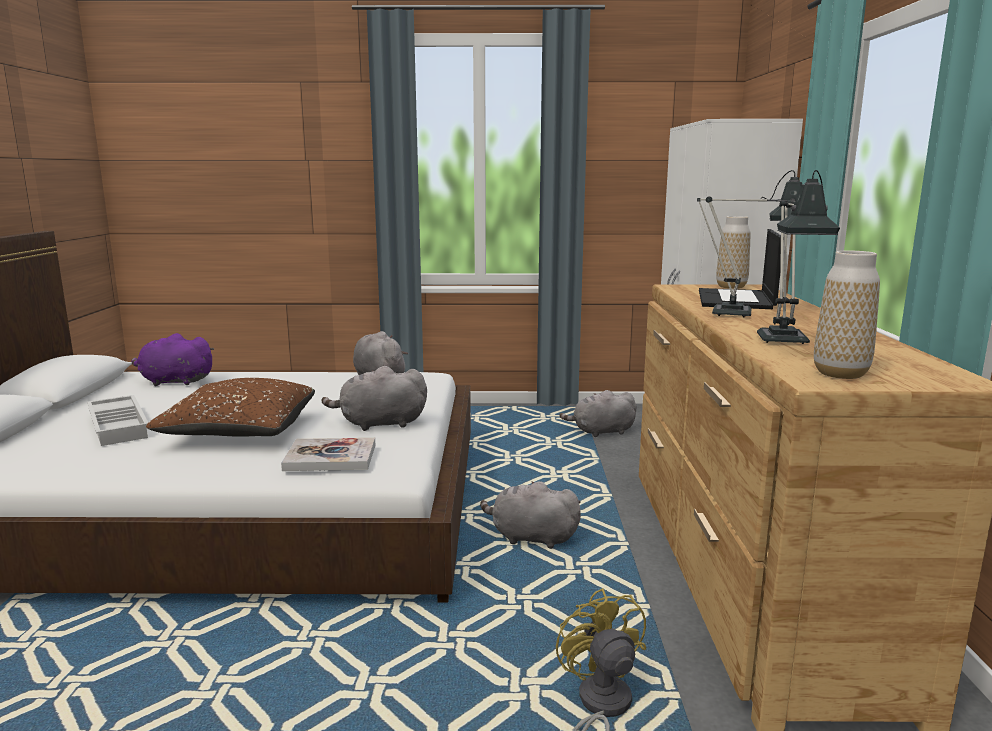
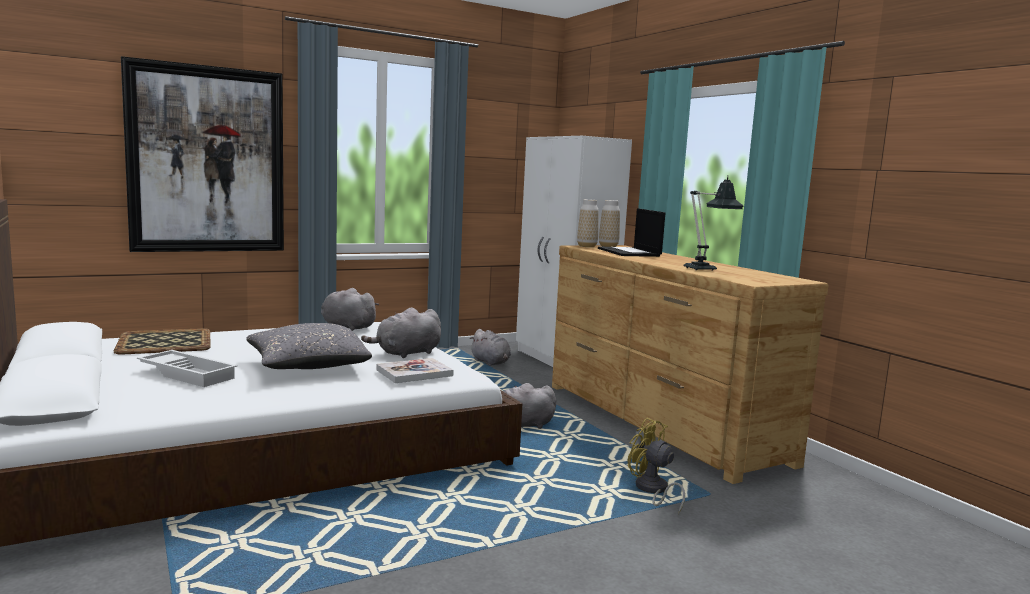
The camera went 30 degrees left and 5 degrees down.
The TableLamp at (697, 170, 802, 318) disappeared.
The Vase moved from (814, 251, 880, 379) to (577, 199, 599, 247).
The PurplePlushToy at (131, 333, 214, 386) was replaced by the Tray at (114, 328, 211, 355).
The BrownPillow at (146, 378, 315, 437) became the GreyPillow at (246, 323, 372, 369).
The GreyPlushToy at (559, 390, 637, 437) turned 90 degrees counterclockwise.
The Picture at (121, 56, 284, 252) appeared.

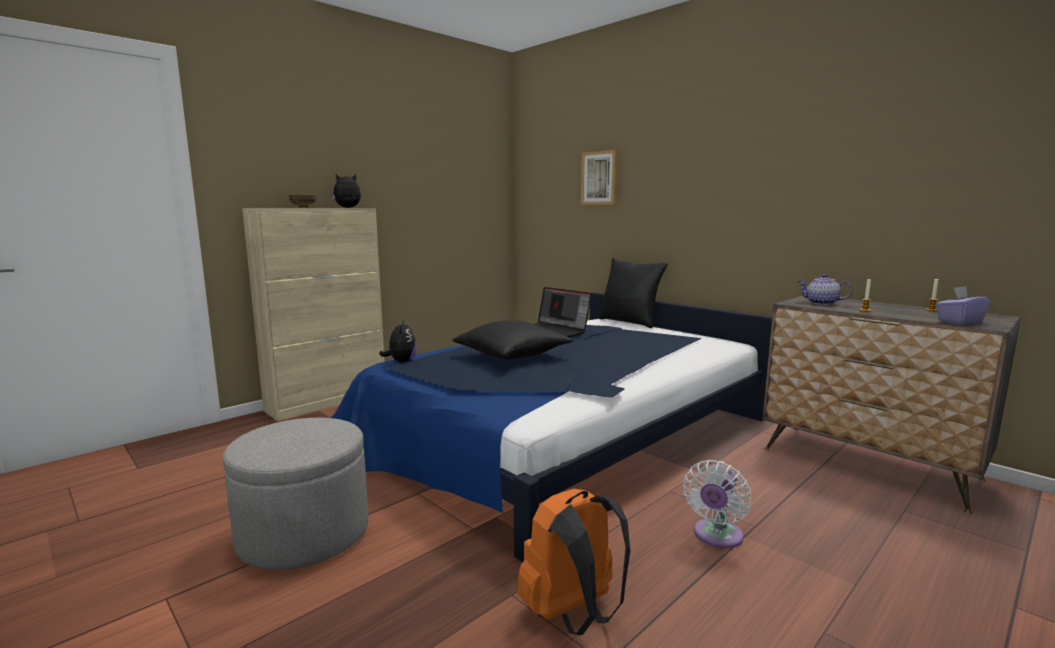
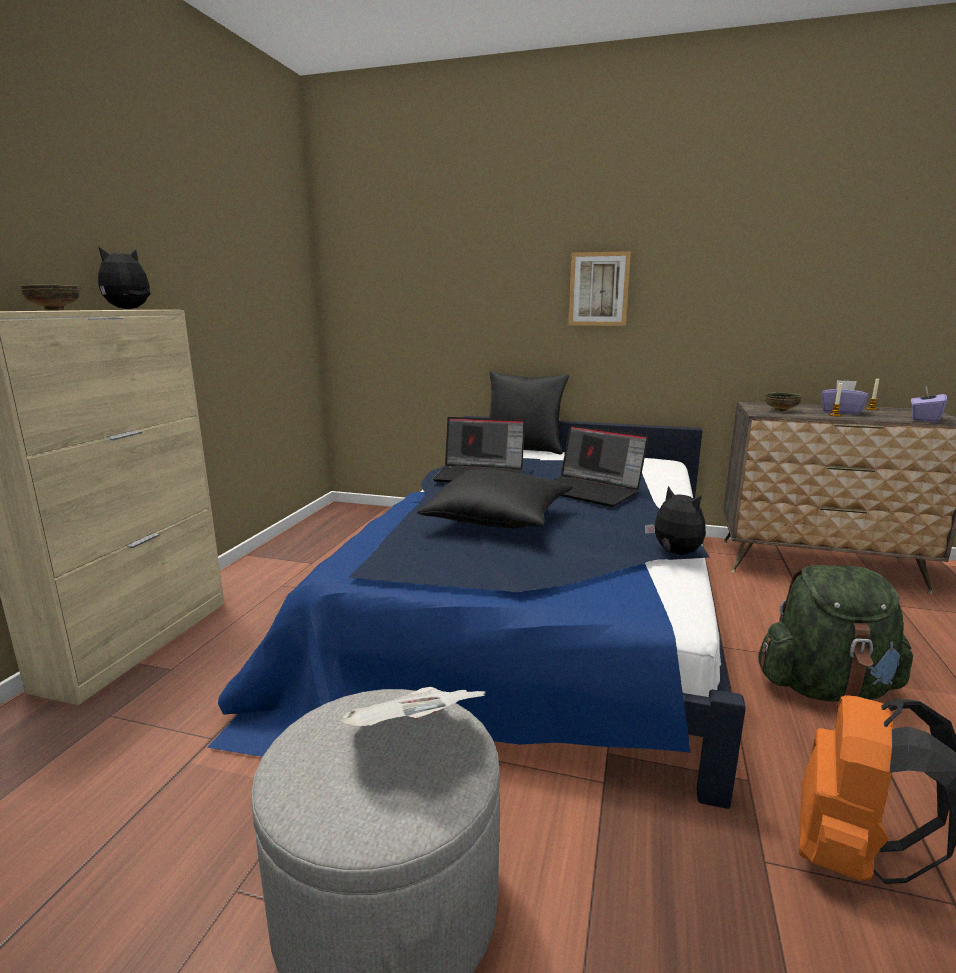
The camera went 30 degrees left and 5 degrees up.
The Picture moved from (581, 150, 618, 205) to (568, 251, 631, 326).
The Teapot at (797, 274, 853, 305) was replaced by the Bowl at (765, 392, 801, 412).
The PlushToy moved from (379, 320, 417, 363) to (645, 486, 706, 555).
The WhiteFan at (683, 460, 752, 548) was replaced by the GreenBackpack at (758, 565, 913, 702).
The PurpleTissueBox at (821, 380, 869, 414) appeared.
The Laptop at (553, 425, 648, 507) appeared.
The Newspaper at (341, 687, 485, 726) appeared.

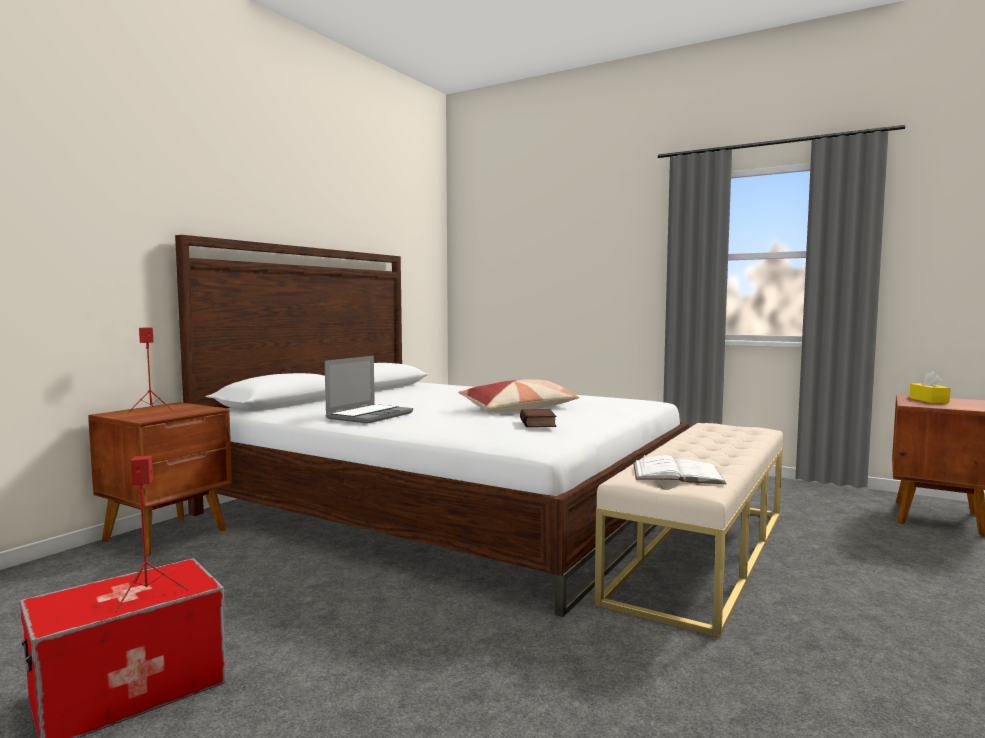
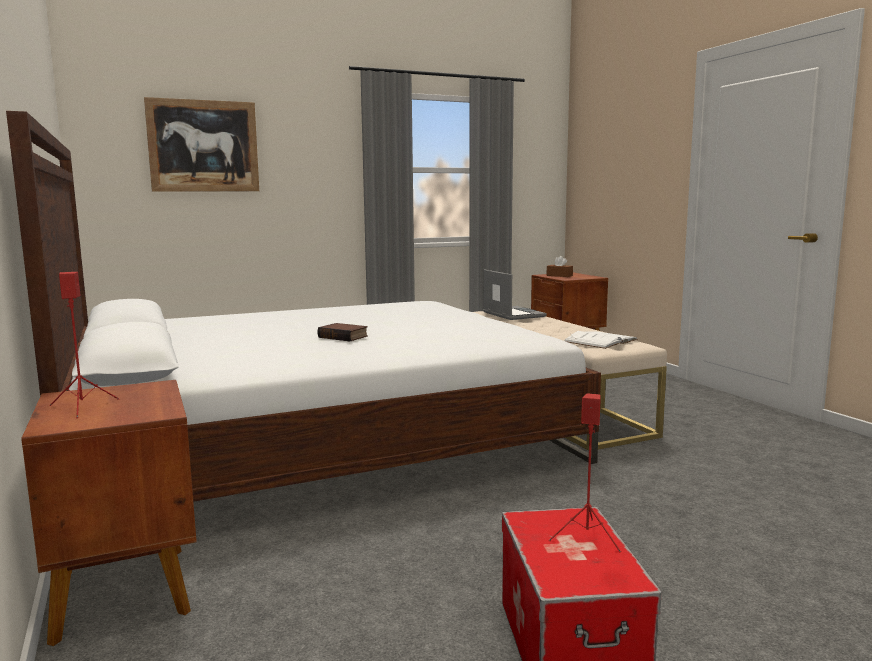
The camera went 55 degrees left and 5 degrees up.
The Laptop moved from (325, 356, 413, 424) to (483, 269, 547, 320).
The YellowTissueBox at (909, 371, 951, 403) became the BrownTissueBox at (547, 256, 573, 277).
The Pillow at (458, 379, 579, 412) disappeared.
The Book moved from (520, 409, 556, 427) to (318, 323, 368, 341).
The Picture at (144, 97, 259, 192) appeared.

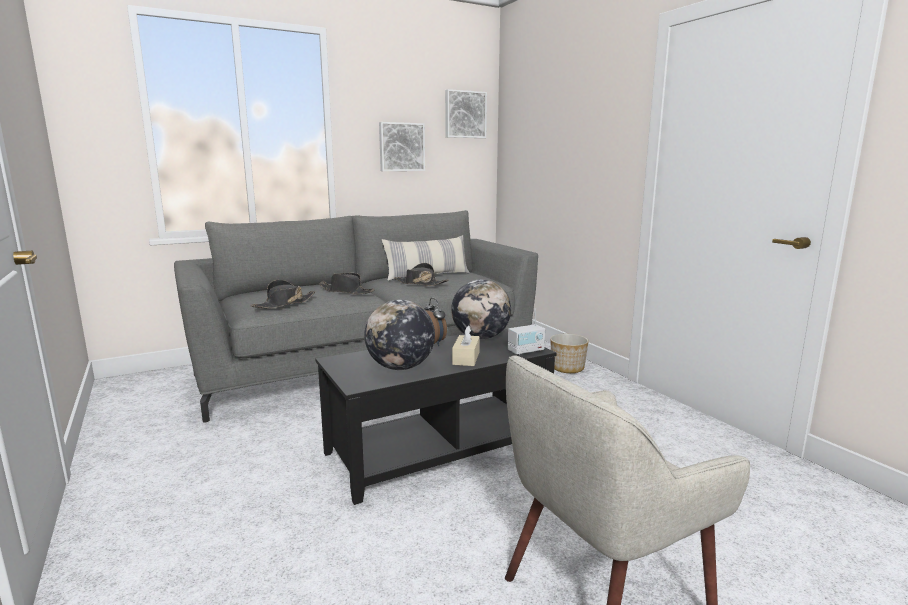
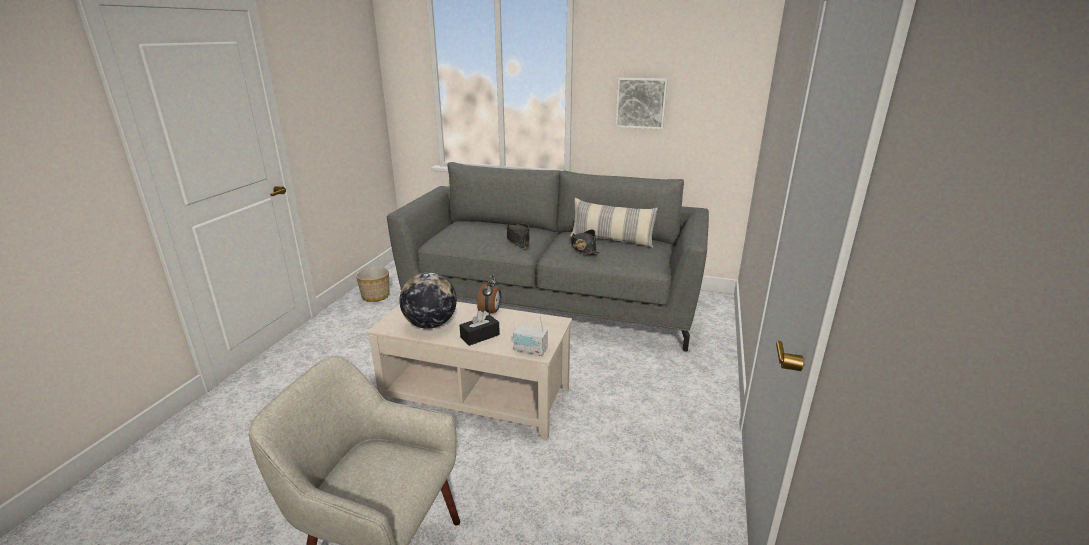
The camera went 45 degrees right and 10 degrees up.
The Picture at (445, 89, 487, 138) disappeared.
The Globe at (451, 279, 511, 339) disappeared.
The BlackHat at (251, 280, 316, 309) disappeared.
The BeigeTissueBox at (452, 325, 480, 366) became the BlackTissueBox at (459, 311, 500, 346).
The BlackCoffeeTable at (316, 328, 556, 505) became the BeigeCoffeeTable at (367, 302, 572, 440).
The Planter moved from (550, 334, 589, 373) to (356, 267, 390, 302).

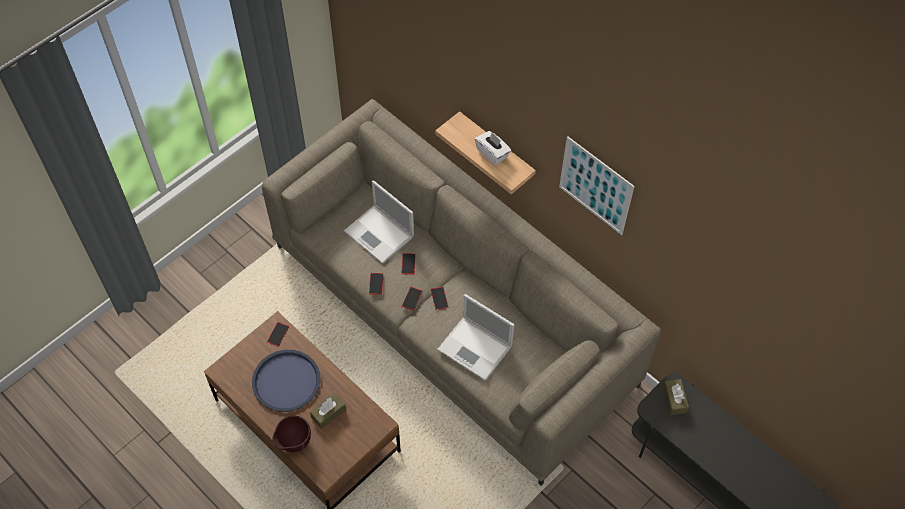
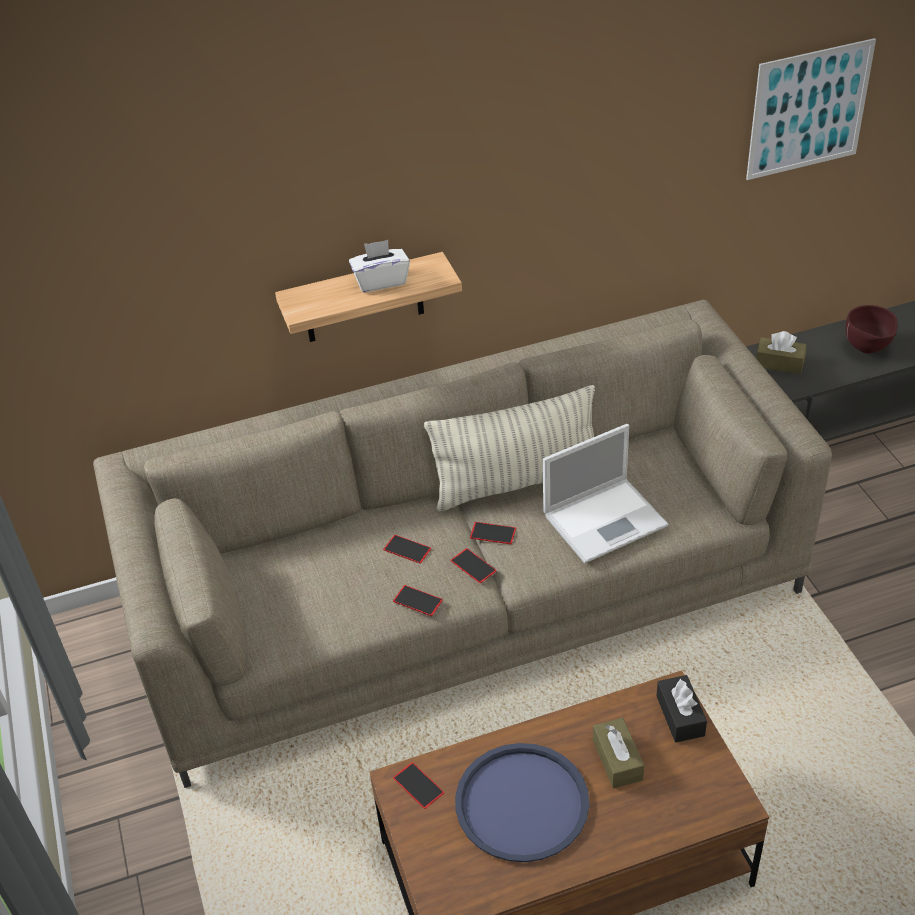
The camera went 60 degrees left and 15 degrees down.
The Picture moved from (559, 136, 634, 235) to (746, 38, 876, 180).
The Laptop at (344, 180, 414, 264) disappeared.
The BrownBowl moved from (272, 416, 311, 452) to (846, 305, 898, 354).
The Pillow at (424, 385, 595, 511) appeared.
The BlackTissueBox at (657, 675, 707, 742) appeared.

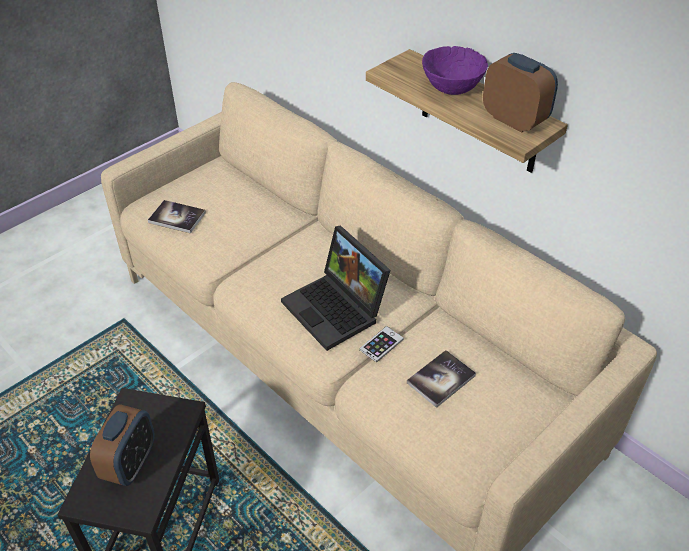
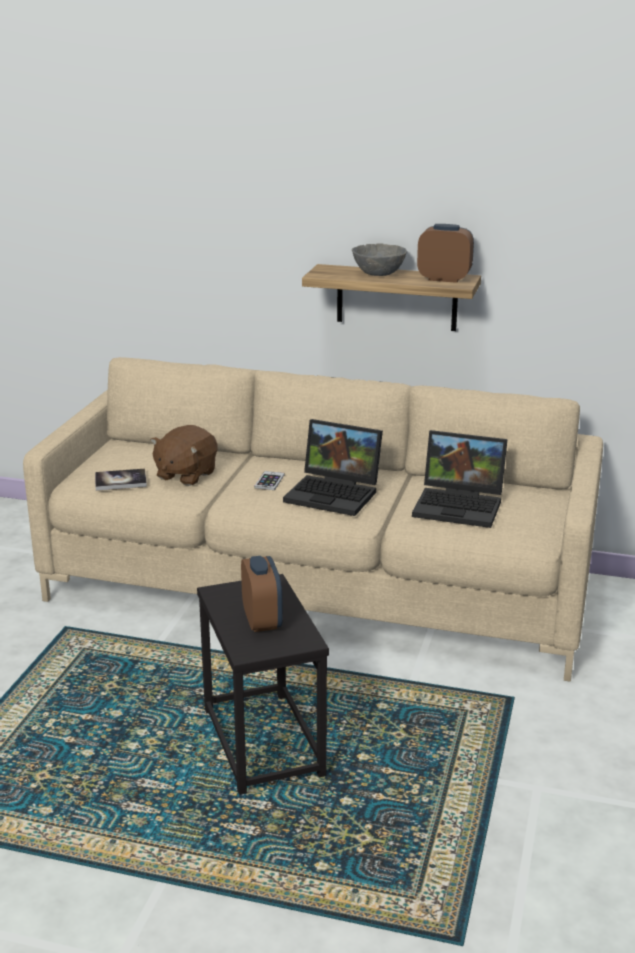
The camera went 30 degrees left and 20 degrees down.
The PurpleBowl at (422, 46, 488, 95) became the GreyBowl at (352, 243, 407, 276).
The Phone moved from (359, 326, 404, 363) to (254, 471, 285, 490).
The Book at (407, 350, 476, 408) was replaced by the Laptop at (412, 430, 508, 528).
The BrownPlushToy at (150, 425, 217, 486) appeared.

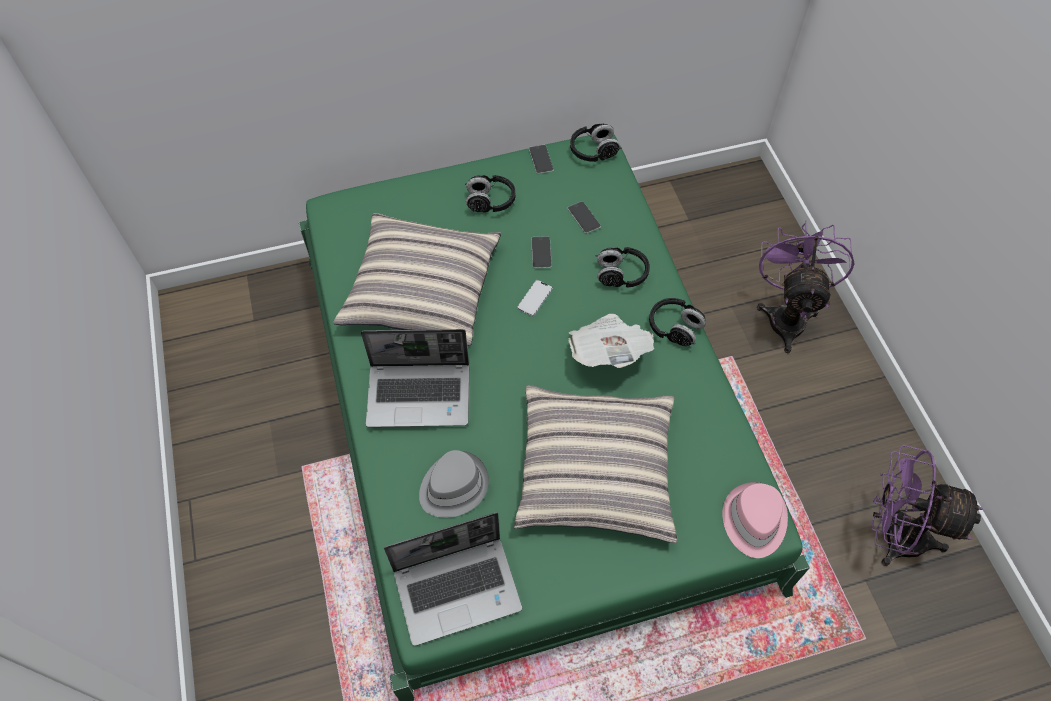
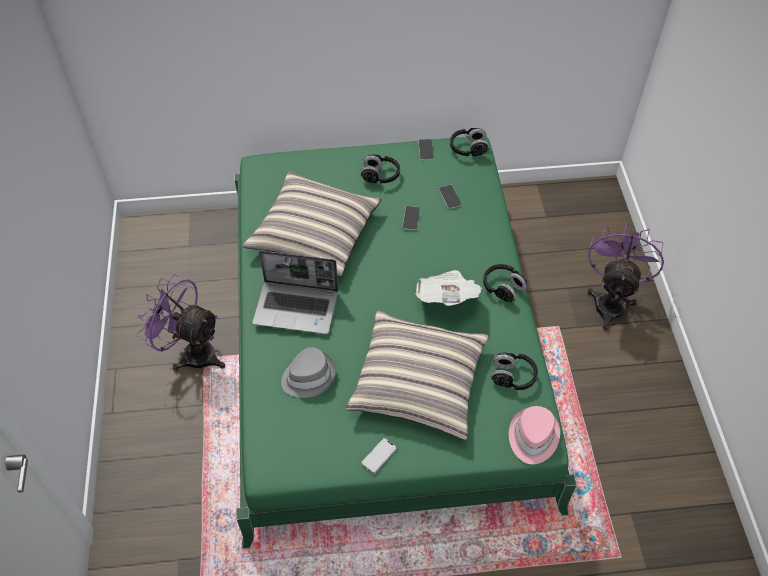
The camera went 10 degrees right and 5 degrees down.
The BlackHeadphones moved from (595, 247, 650, 288) to (491, 352, 538, 390).
The Phone moved from (517, 280, 552, 317) to (361, 438, 397, 474).
The PurpleFan moved from (870, 445, 983, 566) to (137, 274, 225, 371).
The Laptop at (384, 512, 522, 646) disappeared.

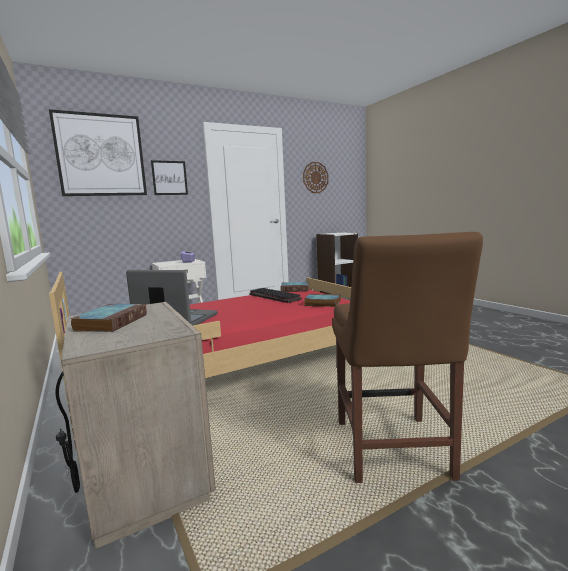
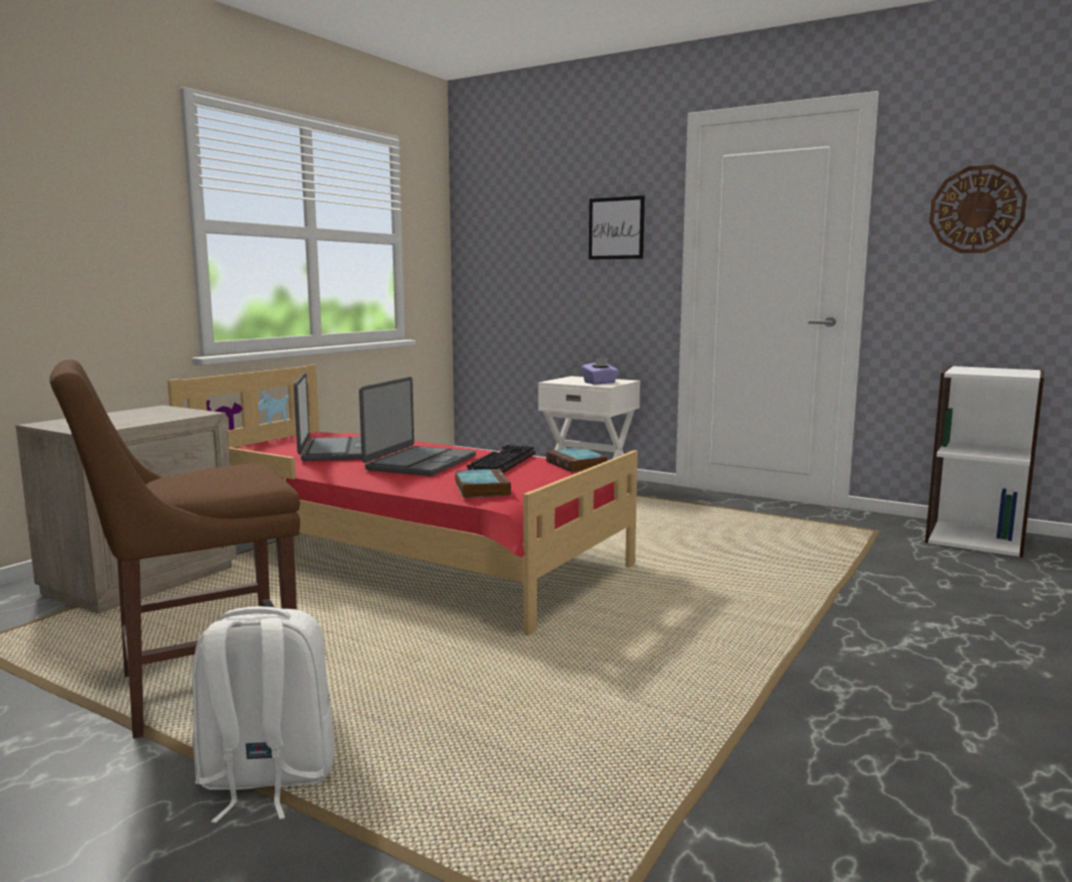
The camera went 60 degrees right and 0 degrees up.
The Picture at (49, 109, 147, 196) disappeared.
The Book at (70, 304, 147, 332) disappeared.
The Laptop at (359, 377, 476, 476) appeared.
The WhiteBackpack at (192, 606, 335, 823) appeared.

